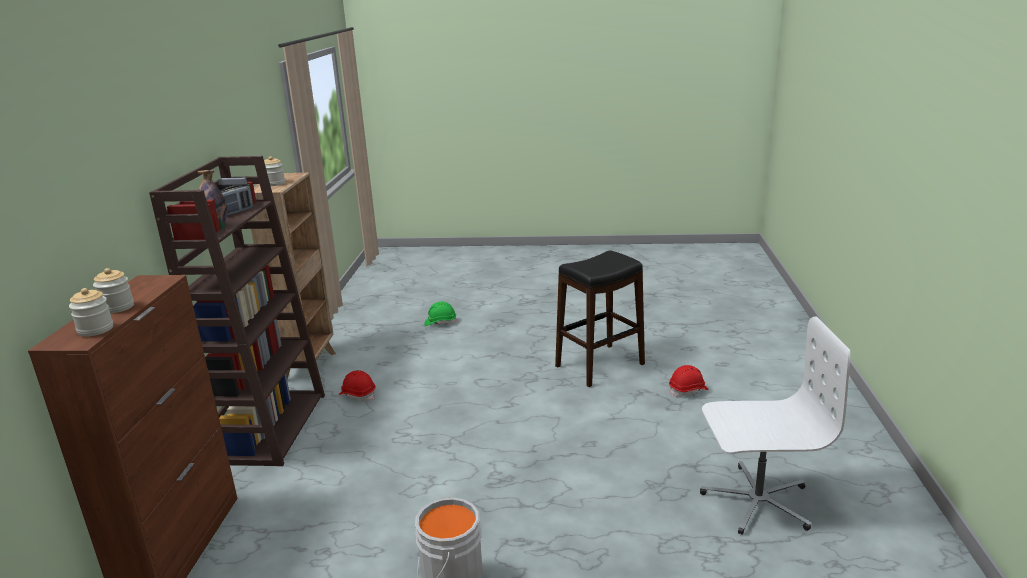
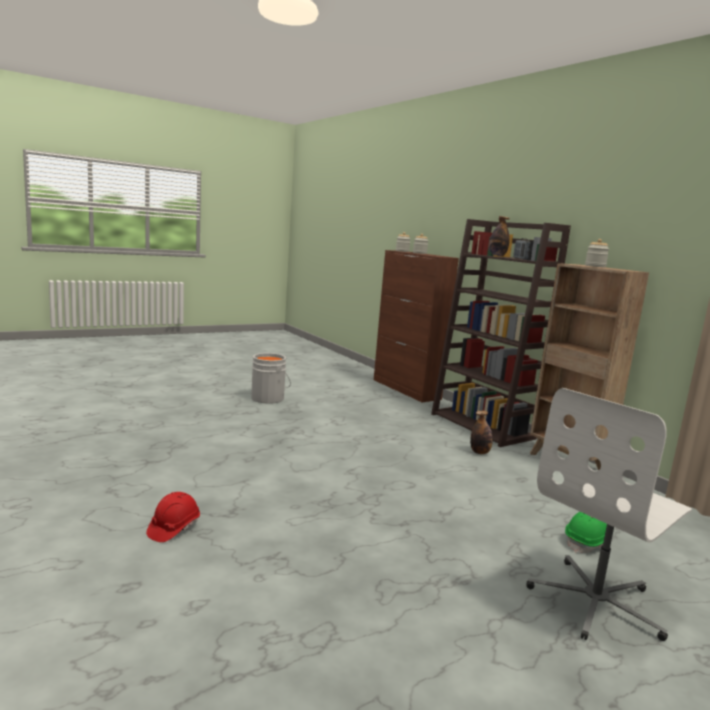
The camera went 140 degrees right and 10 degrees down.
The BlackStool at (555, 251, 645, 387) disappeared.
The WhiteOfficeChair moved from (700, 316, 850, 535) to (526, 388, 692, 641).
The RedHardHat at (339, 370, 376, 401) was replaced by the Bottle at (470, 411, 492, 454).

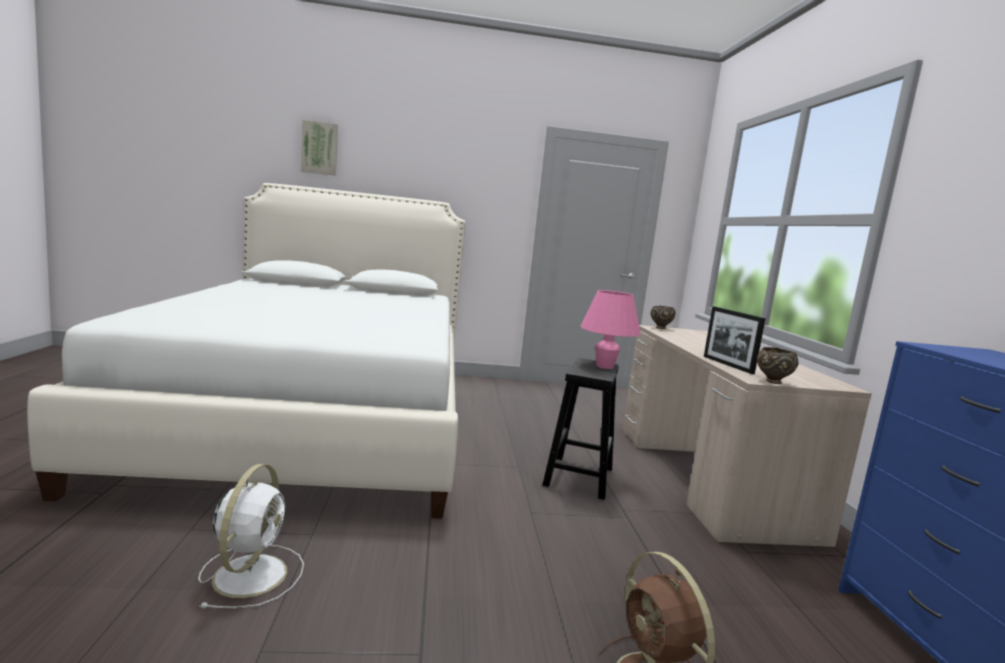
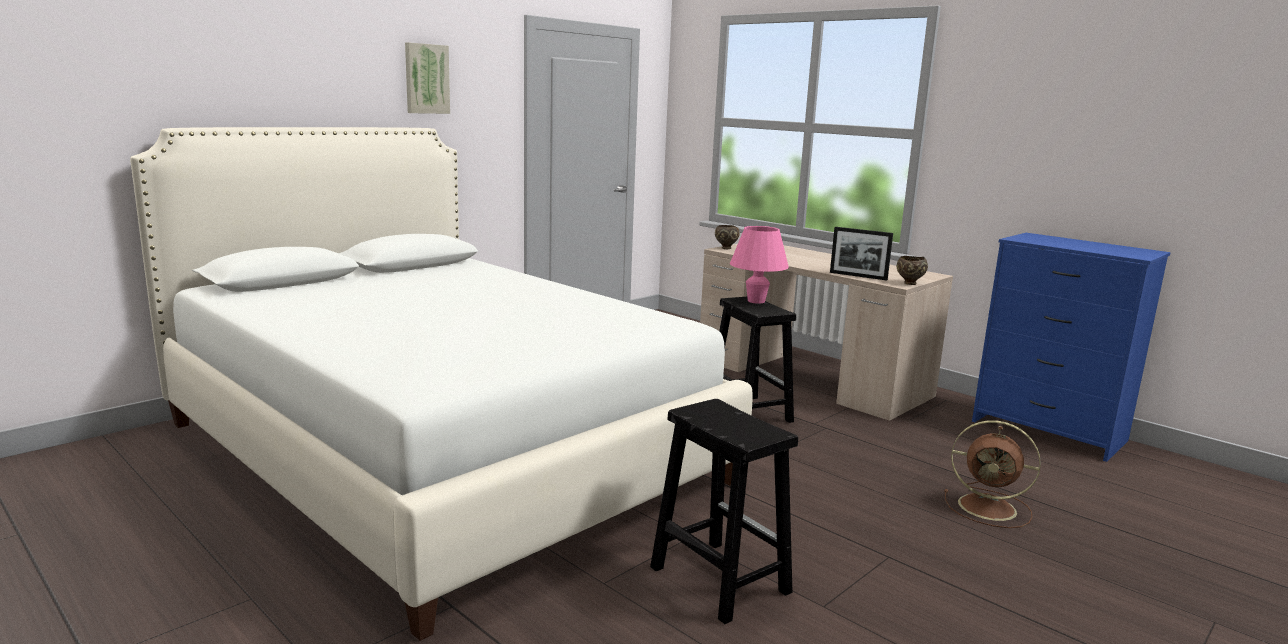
The camera went 40 degrees left and 5 degrees up.
The Picture moved from (301, 120, 338, 176) to (405, 42, 450, 114).
The WhiteFan at (198, 464, 304, 608) was replaced by the BlackStool at (650, 399, 798, 624).

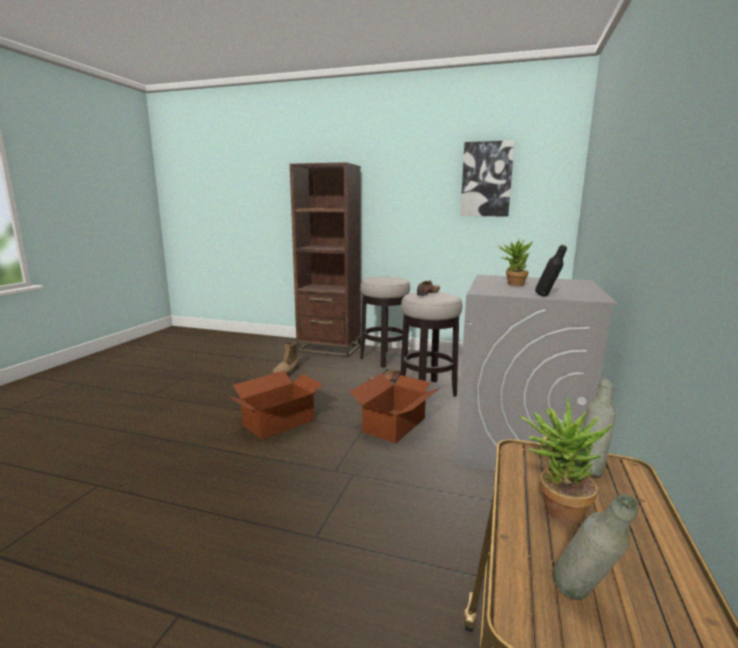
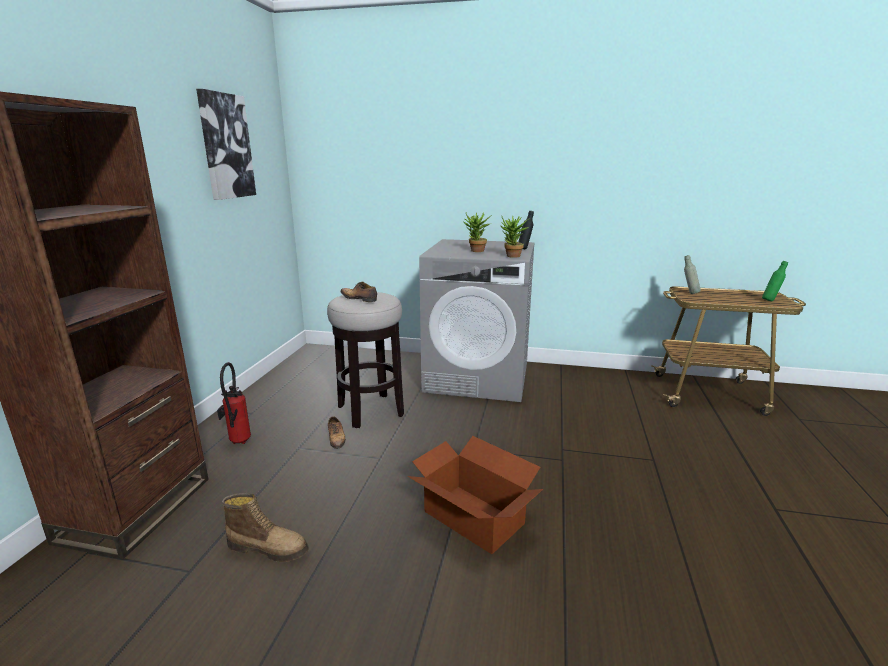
The camera went 95 degrees left and 5 degrees up.
The Stool at (360, 277, 410, 368) was replaced by the FireExtinguisher at (217, 362, 251, 444).
The CardboardBox at (349, 373, 440, 443) disappeared.
The PottedPlant moved from (520, 397, 614, 524) to (500, 215, 529, 258).
The GreyBottle at (553, 494, 638, 600) became the GreenBottle at (762, 261, 788, 302).

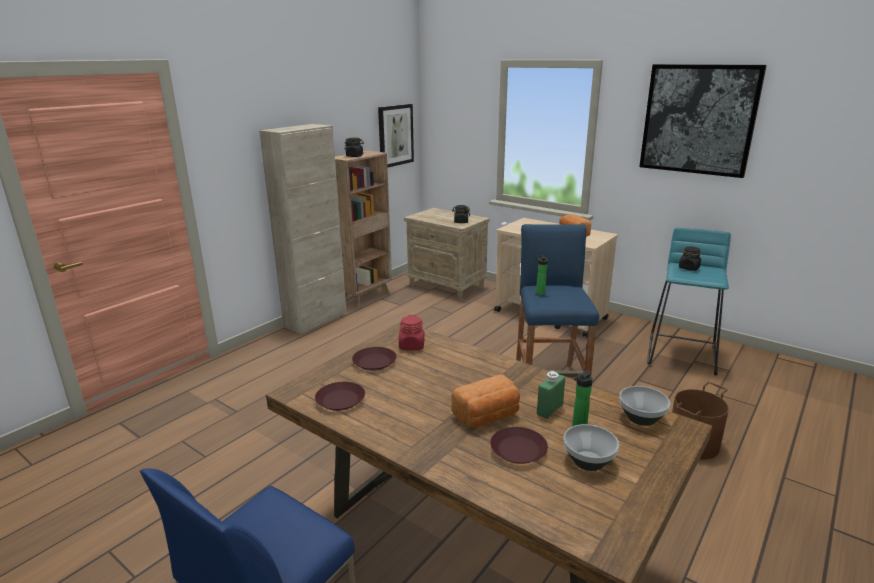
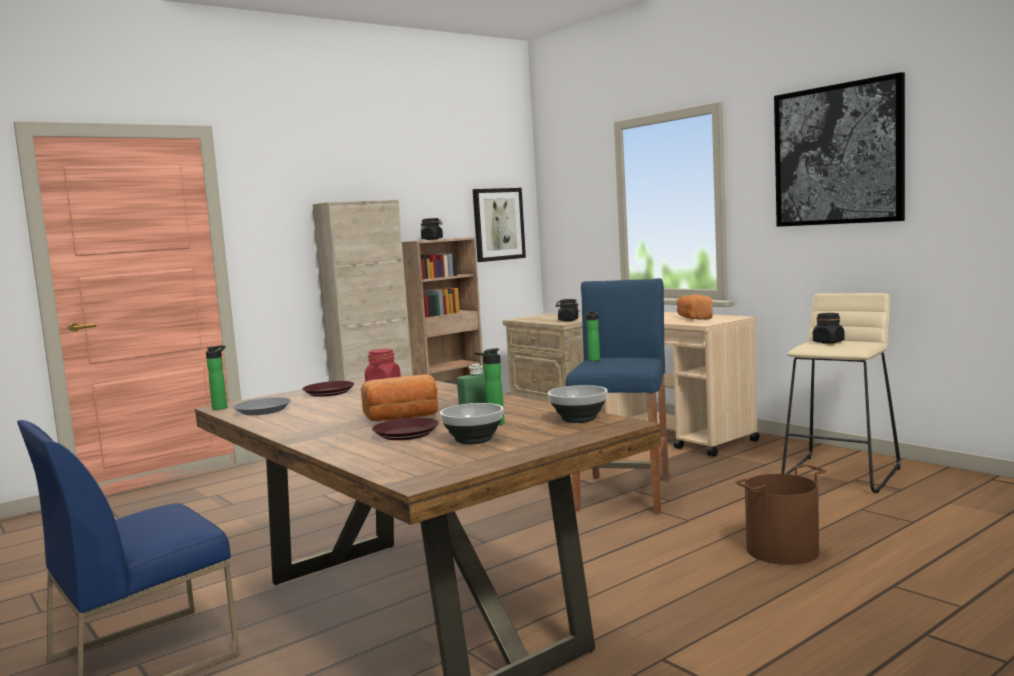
The camera went 15 degrees right and 15 degrees down.
The TurquoiseStool at (647, 227, 731, 376) became the BeigeStool at (781, 293, 901, 493).
The BrownPlate at (315, 382, 365, 411) became the GreyPlate at (233, 397, 291, 415).
The Bottle at (206, 346, 227, 410) appeared.

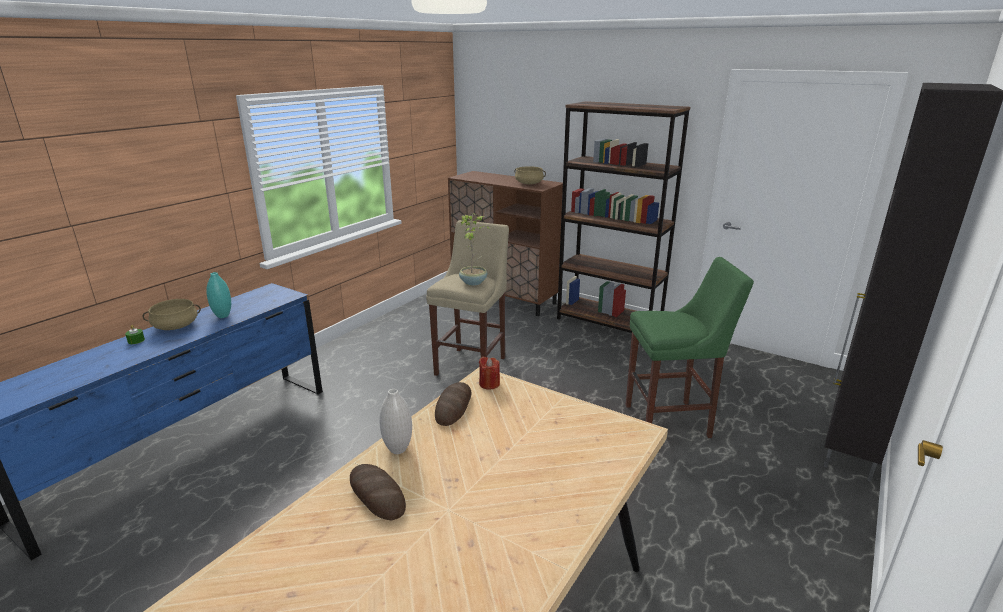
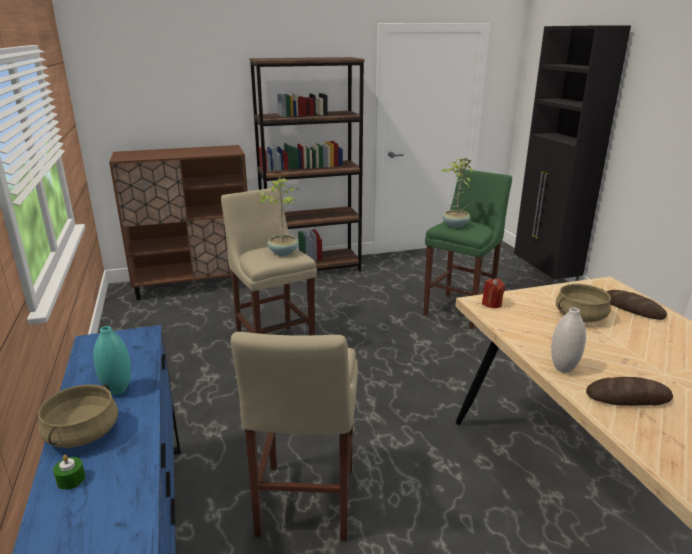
The camera went 50 degrees left and 0 degrees up.
The BeigeCookingPot moved from (514, 166, 546, 184) to (556, 284, 611, 322).
The Bread moved from (435, 382, 471, 426) to (606, 290, 667, 320).
The PottedPlant at (441, 158, 473, 228) appeared.
The BeigeStool at (230, 332, 358, 542) appeared.

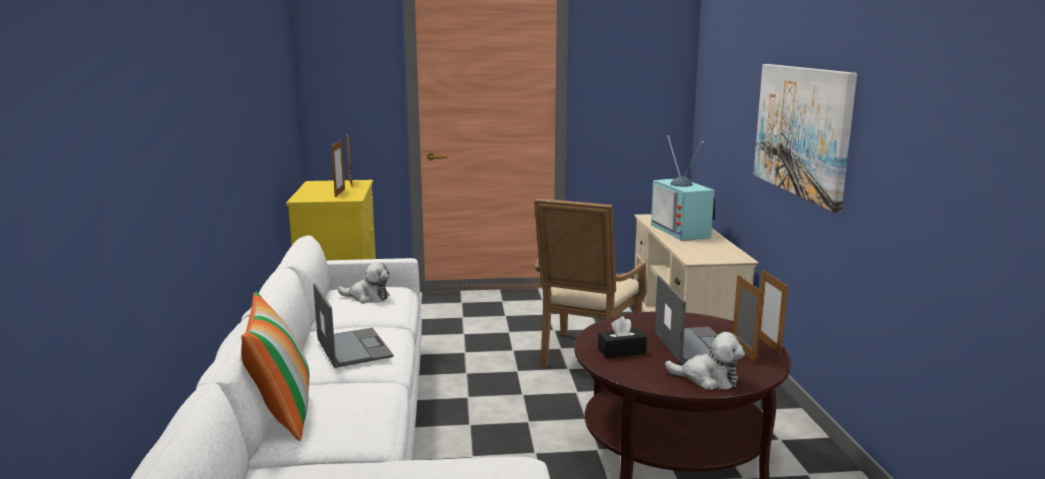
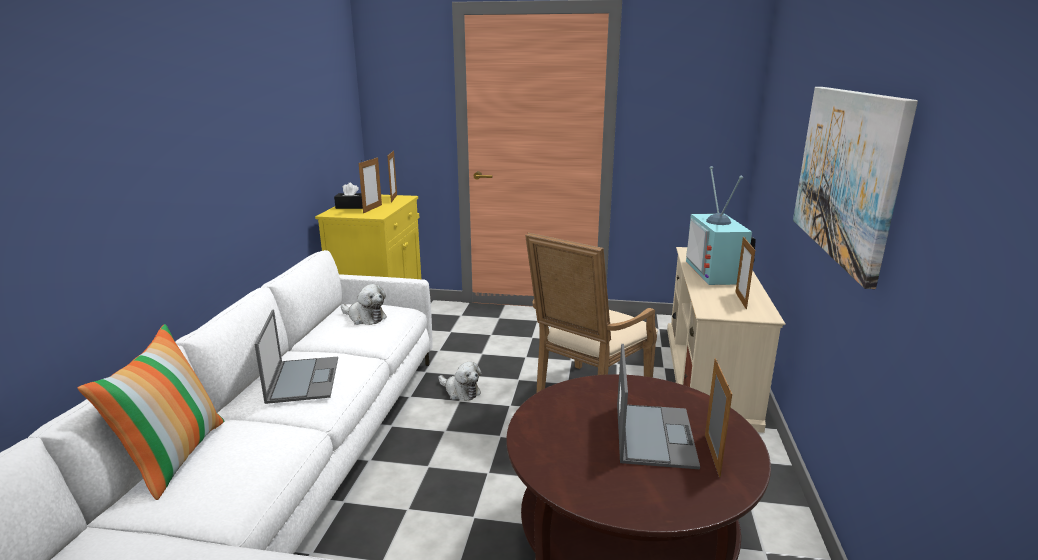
The camera went 15 degrees right and 5 degrees up.
The PictureFrame moved from (759, 269, 788, 356) to (735, 236, 755, 309).
The BlackTissueBox moved from (598, 316, 647, 358) to (334, 183, 363, 209).
The PlushToy moved from (665, 332, 745, 390) to (439, 361, 481, 401).

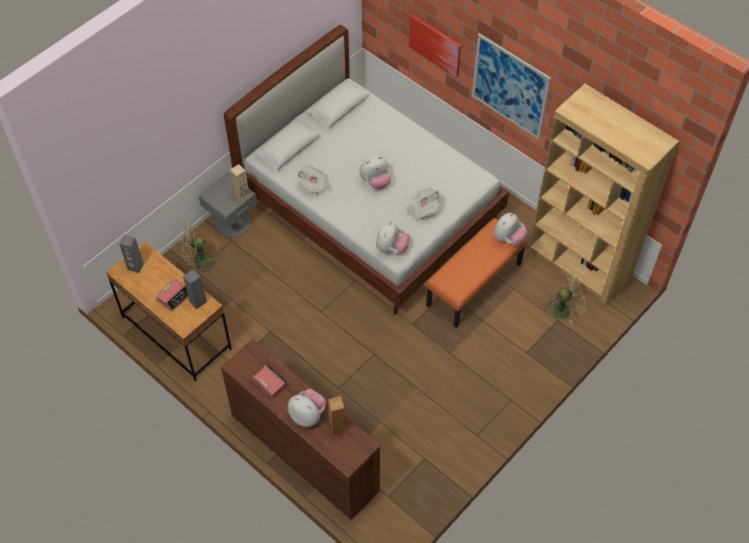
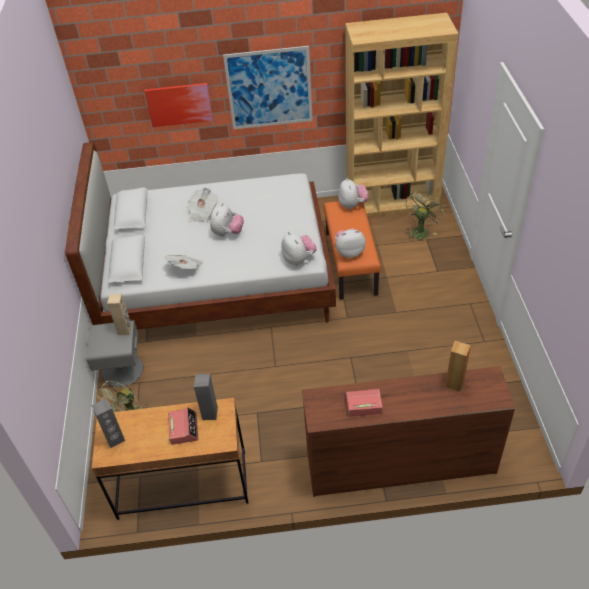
The camera went 45 degrees left and 10 degrees down.
The Newspaper moved from (405, 187, 441, 221) to (187, 187, 218, 222).
The PlushToy moved from (288, 389, 327, 427) to (335, 228, 366, 258).

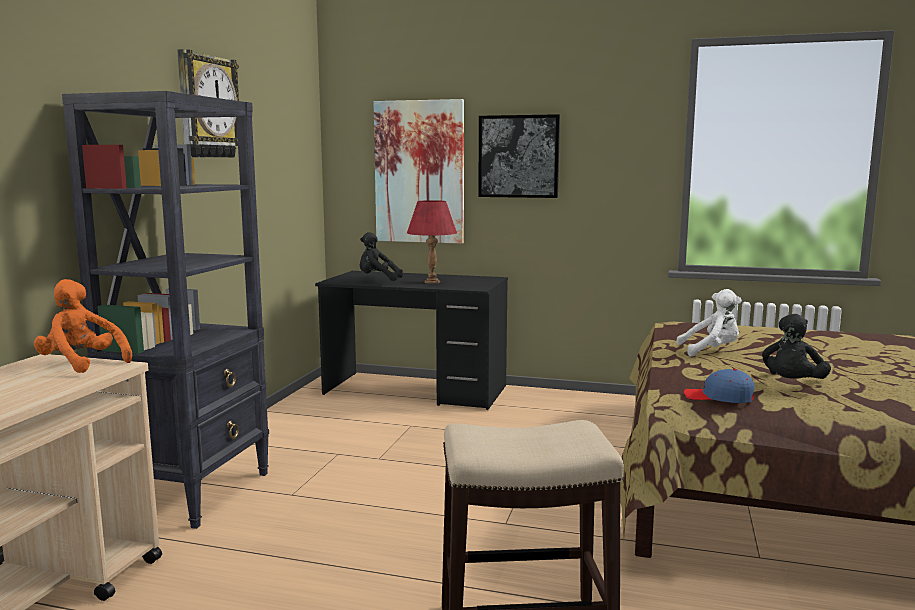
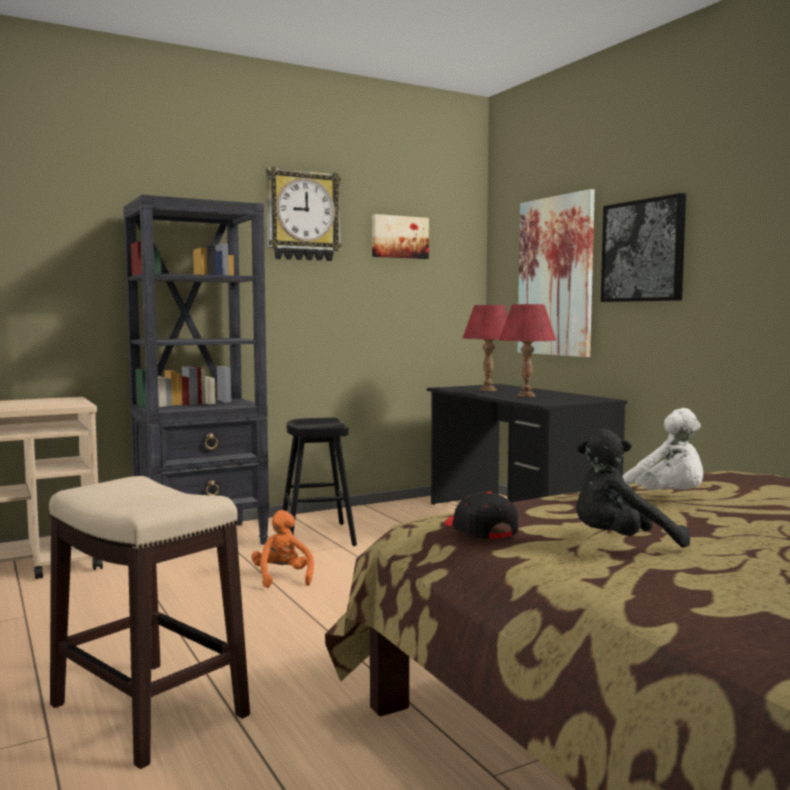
The camera went 45 degrees right and 5 degrees down.
The BlackPlushToy at (360, 232, 403, 281) was replaced by the RedTableLamp at (463, 305, 508, 391).
The OrangePlushToy moved from (34, 279, 132, 373) to (251, 510, 314, 588).
The BlueCap at (684, 369, 755, 403) became the BlackCap at (444, 491, 518, 539).
The Picture at (372, 214, 429, 259) appeared.
The BlackStool at (282, 417, 357, 546) appeared.

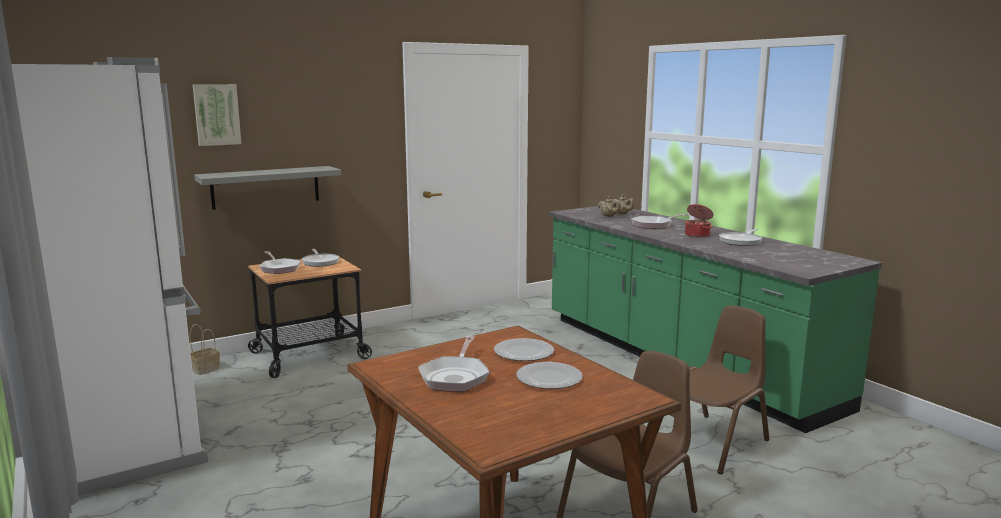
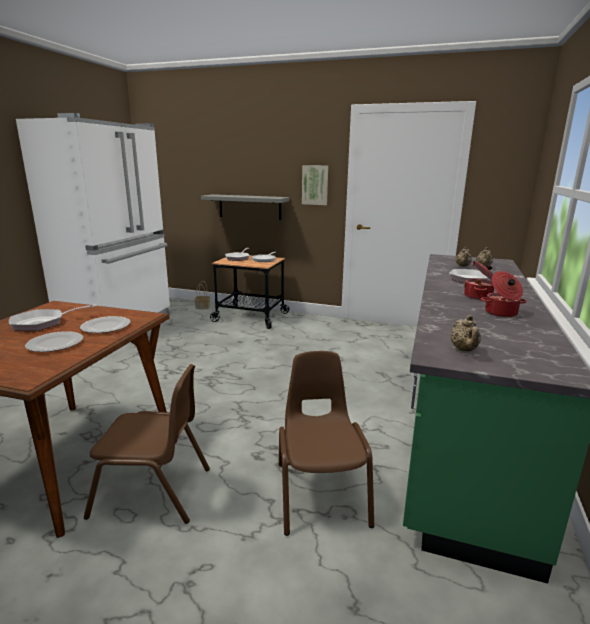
The camera went 50 degrees right and 5 degrees up.
The Picture moved from (193, 84, 242, 146) to (302, 165, 328, 205).
The FryingPan at (719, 229, 762, 246) was replaced by the CookingPot at (481, 271, 527, 317).
The BrownChair at (658, 305, 769, 474) turned 105 degrees counterclockwise.
The BeigeTeapot at (451, 315, 481, 351) appeared.

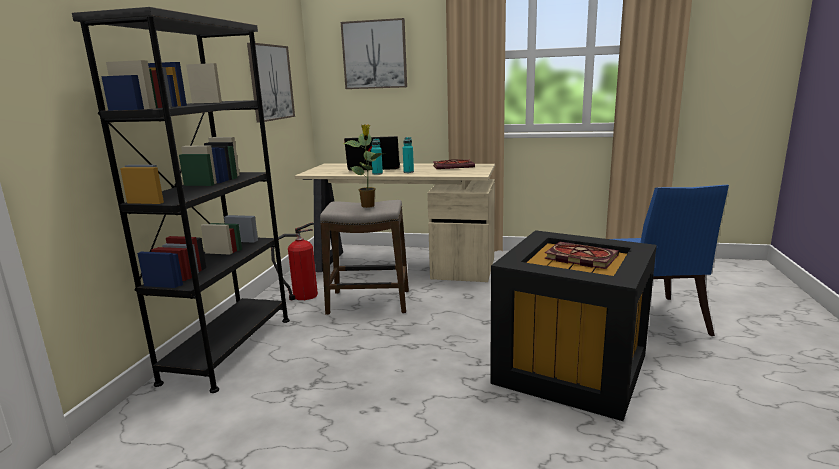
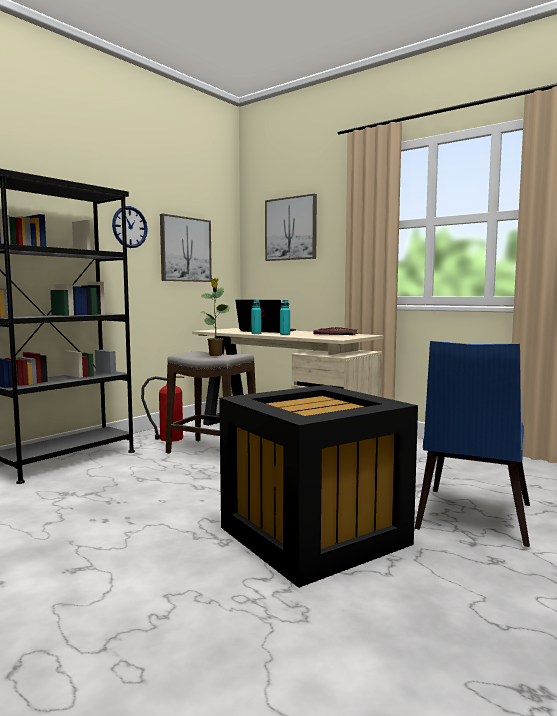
The camera went 25 degrees right and 10 degrees down.
The Book at (544, 242, 619, 269) disappeared.
The WallClock at (112, 206, 148, 248) appeared.

